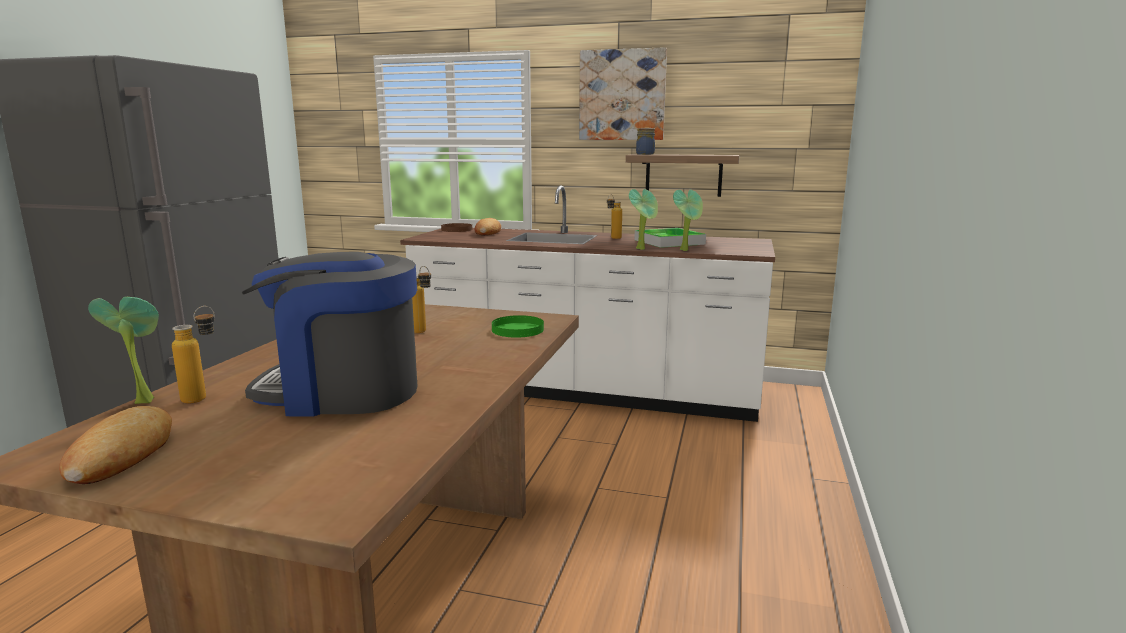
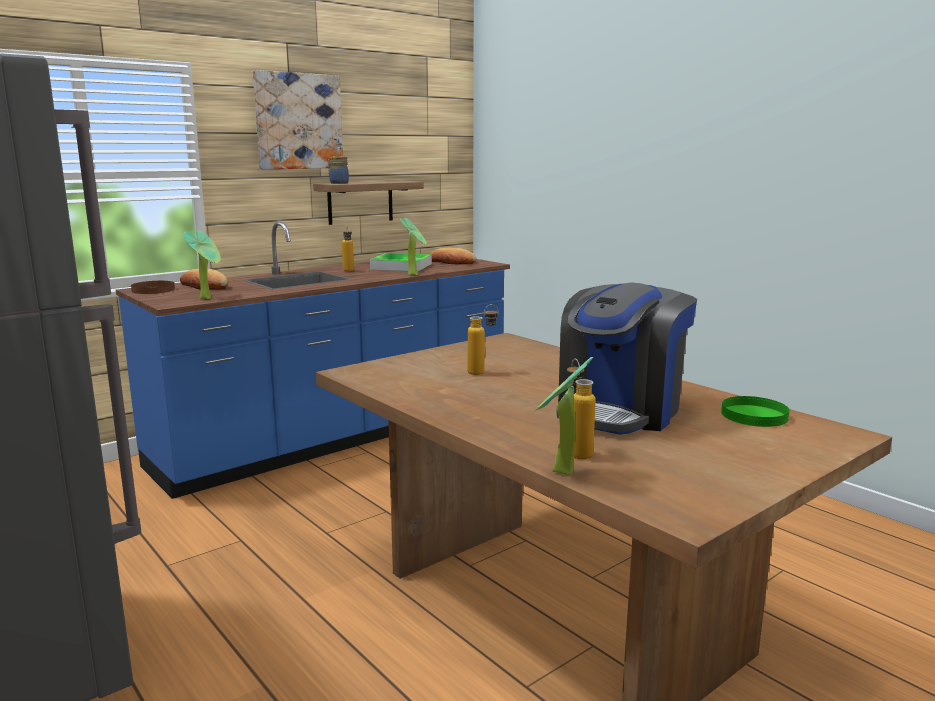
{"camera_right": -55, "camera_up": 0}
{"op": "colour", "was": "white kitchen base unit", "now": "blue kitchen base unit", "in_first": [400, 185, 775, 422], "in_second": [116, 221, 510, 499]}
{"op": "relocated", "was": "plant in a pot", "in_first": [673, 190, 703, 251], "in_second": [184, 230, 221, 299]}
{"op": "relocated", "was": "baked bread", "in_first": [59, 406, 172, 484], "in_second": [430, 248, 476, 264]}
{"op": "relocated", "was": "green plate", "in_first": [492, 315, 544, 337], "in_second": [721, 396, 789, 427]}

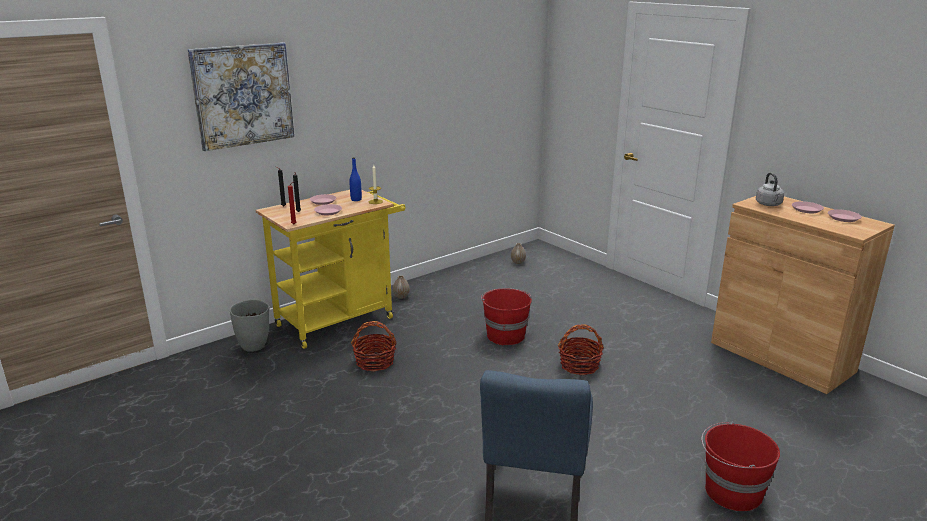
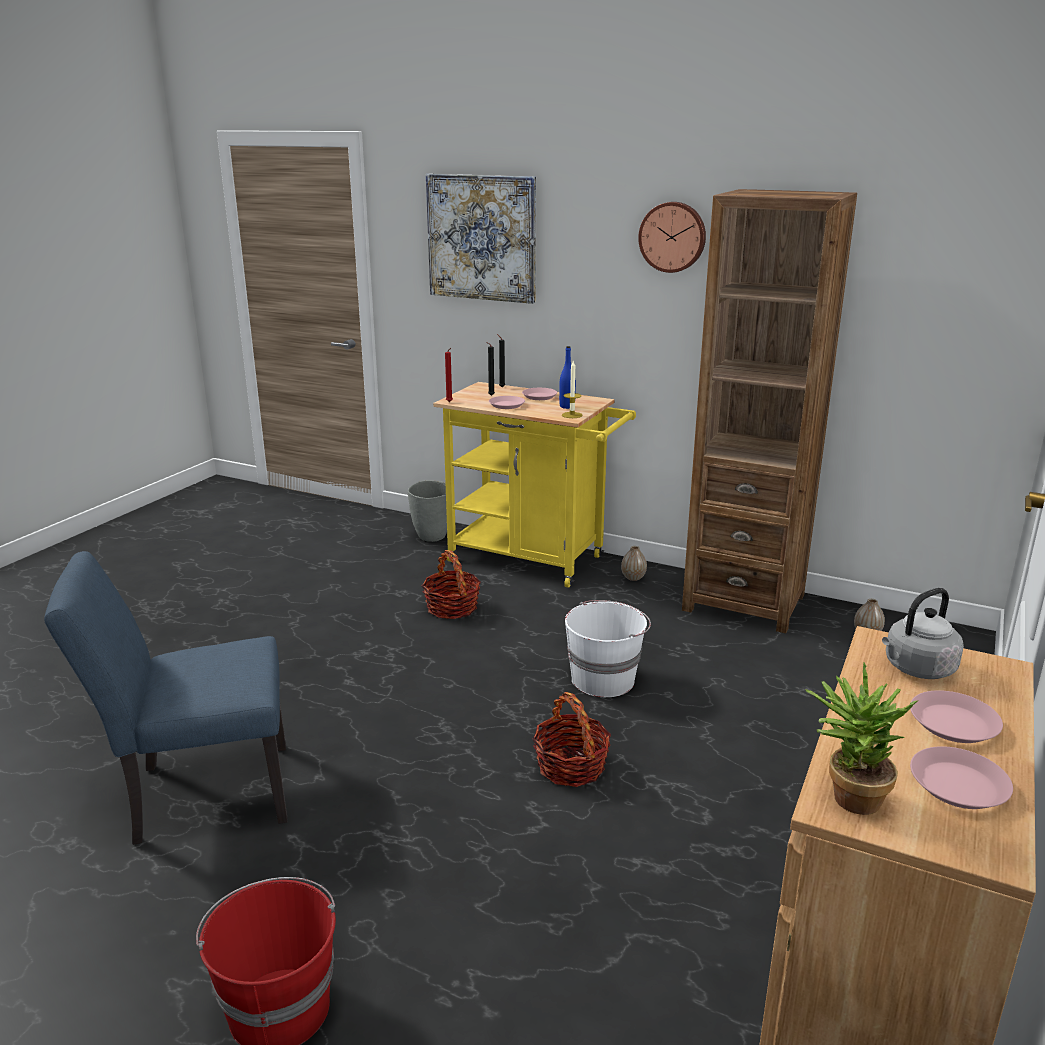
{"camera_right": 65, "camera_up": 0}
{"op": "colour", "was": "reddish water bucket", "now": "white water bucket", "in_first": [481, 288, 532, 345], "in_second": [565, 600, 651, 697]}
{"op": "appeared", "now": "wall clock", "in_second": [638, 202, 706, 273]}
{"op": "appeared", "now": "brown bookcase", "in_second": [682, 189, 857, 633]}
{"op": "appeared", "now": "plant in a pot", "in_second": [805, 663, 919, 815]}

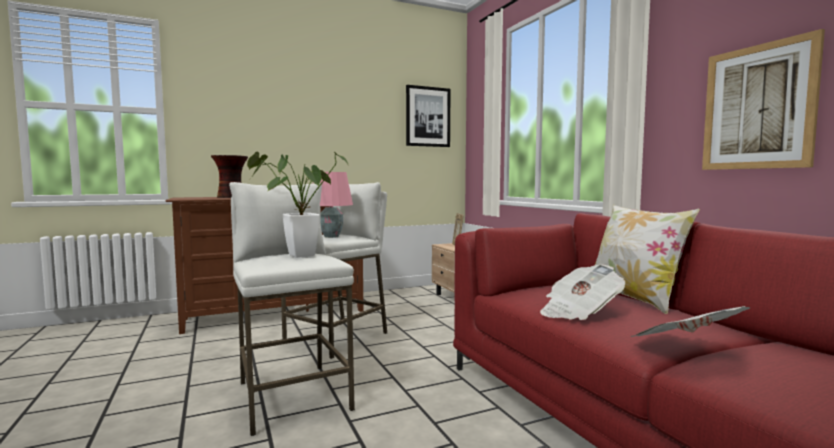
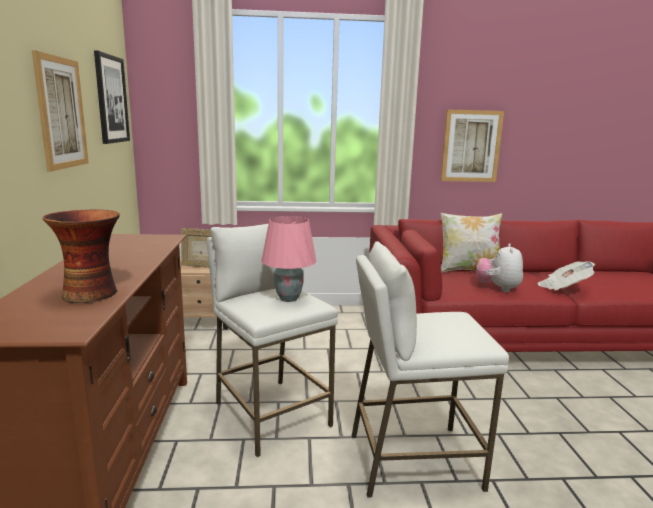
{"camera_right": -70, "camera_up": 10}
{"op": "appeared", "now": "wall picture", "in_second": [32, 50, 89, 172]}
{"op": "exchanged", "was": "printed paper", "now": "cuddly toy", "in_first": [540, 264, 625, 320], "in_second": [476, 243, 523, 292]}
{"op": "missing", "was": "plant in a pot", "in_first": [247, 151, 348, 258]}

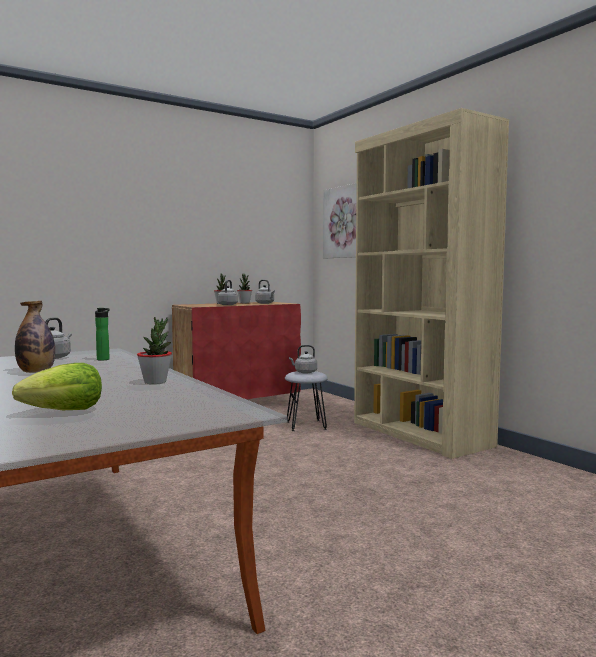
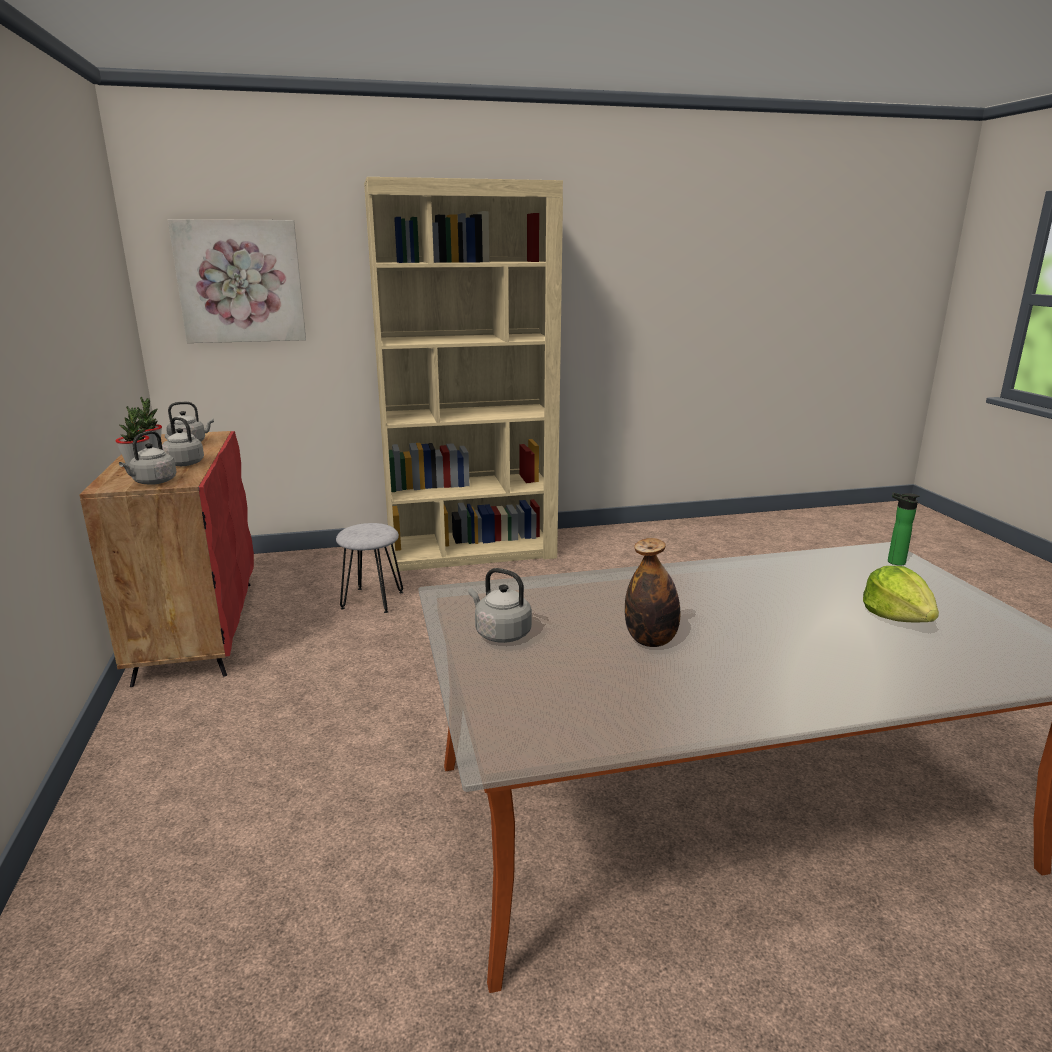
{"camera_right": -70, "camera_up": 15}
{"op": "relocated", "was": "gray kettle", "in_first": [289, 345, 317, 373], "in_second": [119, 431, 176, 485]}
{"op": "relocated", "was": "beverage bottle", "in_first": [95, 308, 110, 361], "in_second": [888, 493, 920, 566]}
{"op": "missing", "was": "plant in a pot", "in_first": [137, 317, 172, 384]}

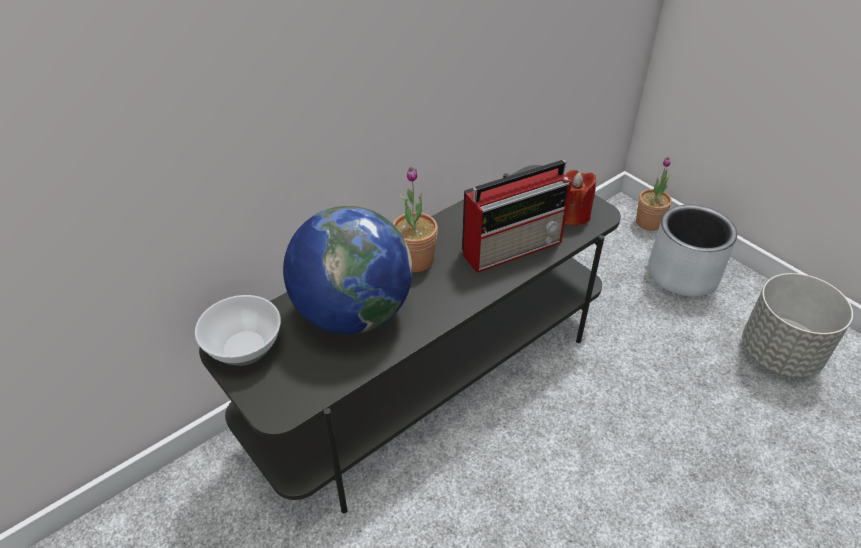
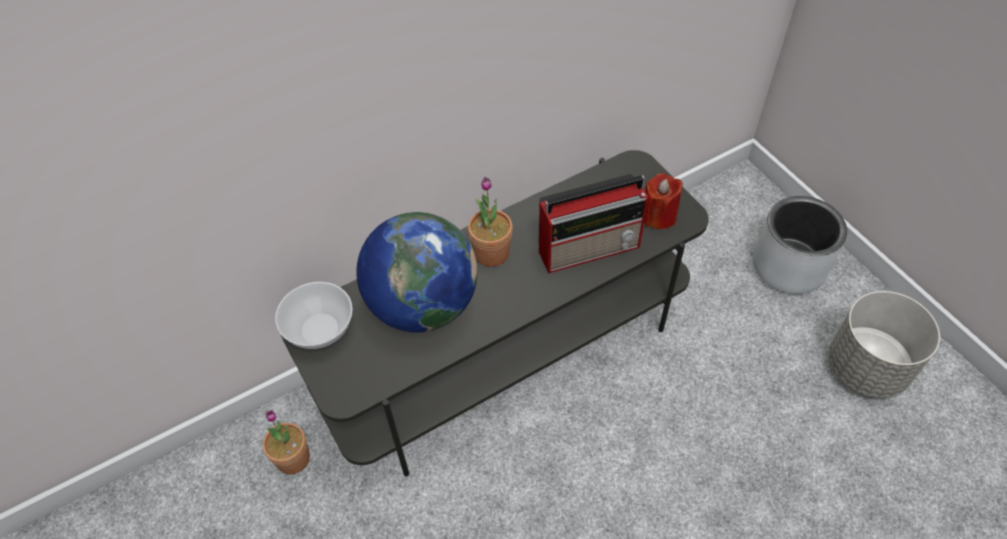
{"camera_right": 10, "camera_up": 10}
{"op": "relocated", "was": "plant in a pot", "in_first": [636, 157, 672, 231], "in_second": [263, 410, 310, 474]}

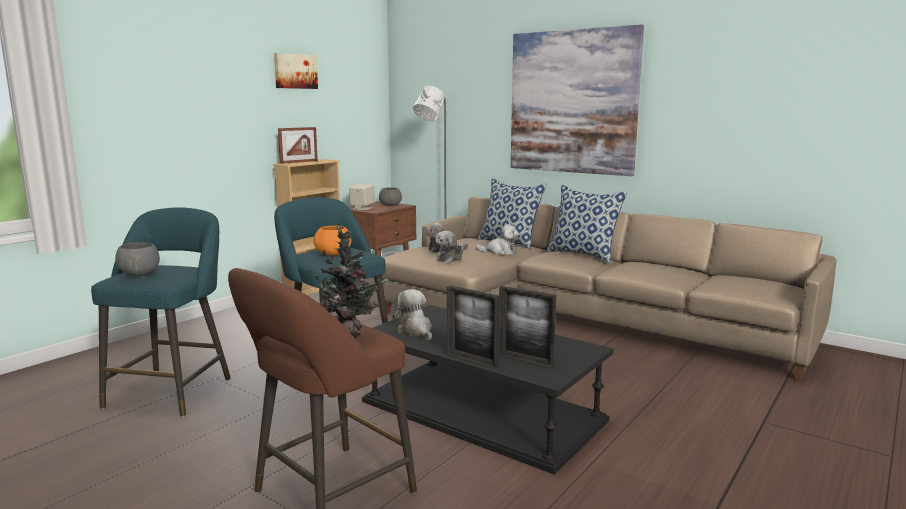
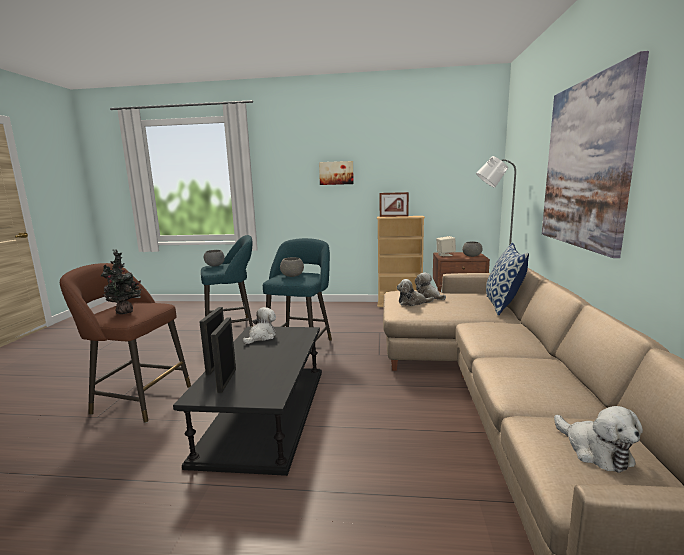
{"camera_right": 60, "camera_up": 0}
{"op": "colour", "was": "orangey bowl", "now": "gray bowl", "in_first": [313, 226, 352, 255], "in_second": [280, 257, 304, 277]}
{"op": "relocated", "was": "wall picture", "in_first": [274, 53, 318, 89], "in_second": [319, 161, 354, 185]}
{"op": "relocated", "was": "cuddly toy", "in_first": [476, 224, 519, 255], "in_second": [554, 406, 643, 473]}
{"op": "missing", "was": "throw pillow", "in_first": [547, 185, 627, 263]}

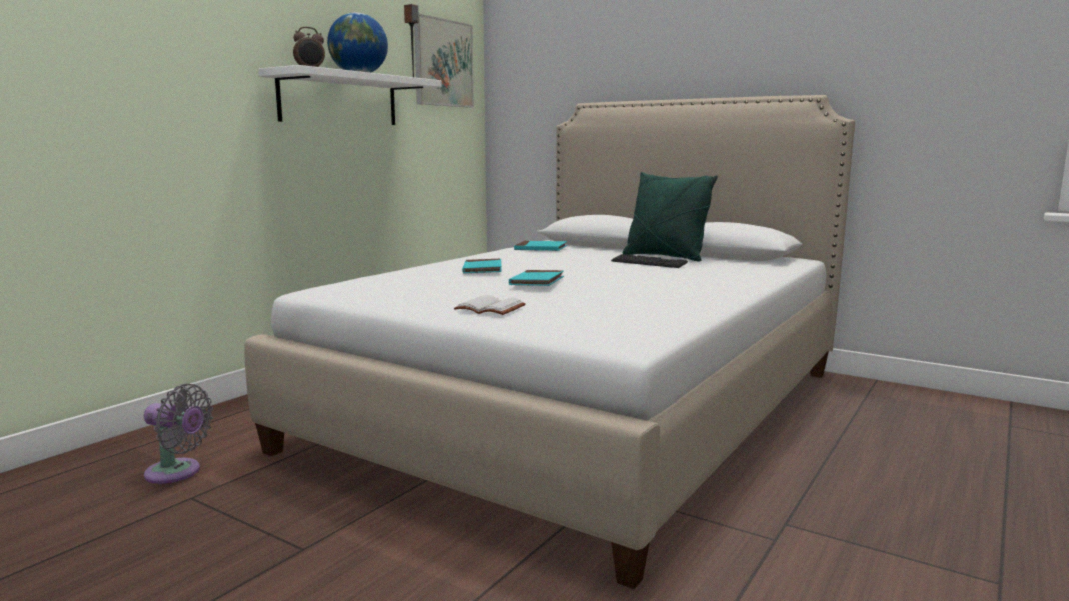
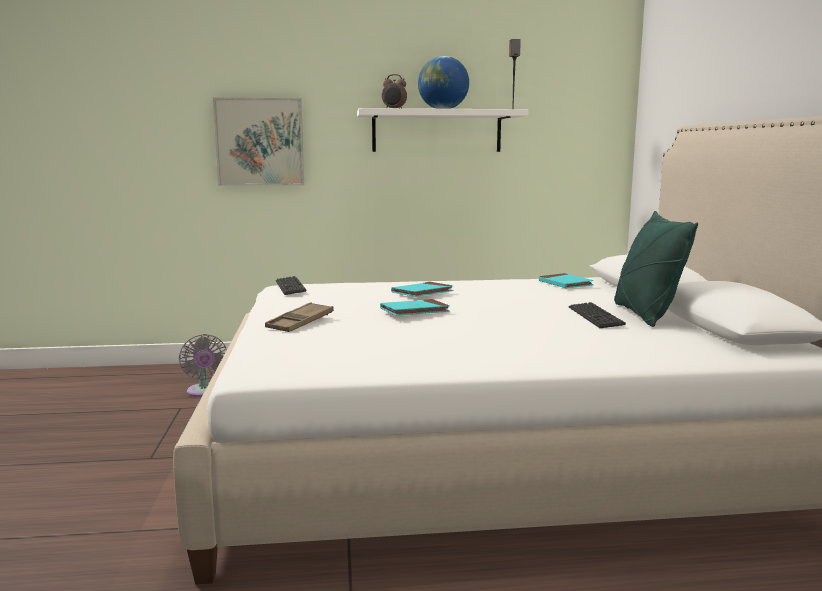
{"camera_right": 50, "camera_up": 0}
{"op": "relocated", "was": "wall picture", "in_first": [414, 13, 474, 108], "in_second": [213, 98, 304, 186]}
{"op": "exchanged", "was": "white bound book", "now": "brown serving tray", "in_first": [454, 295, 526, 315], "in_second": [265, 302, 334, 332]}
{"op": "appeared", "now": "computer keyboard", "in_second": [276, 276, 306, 295]}

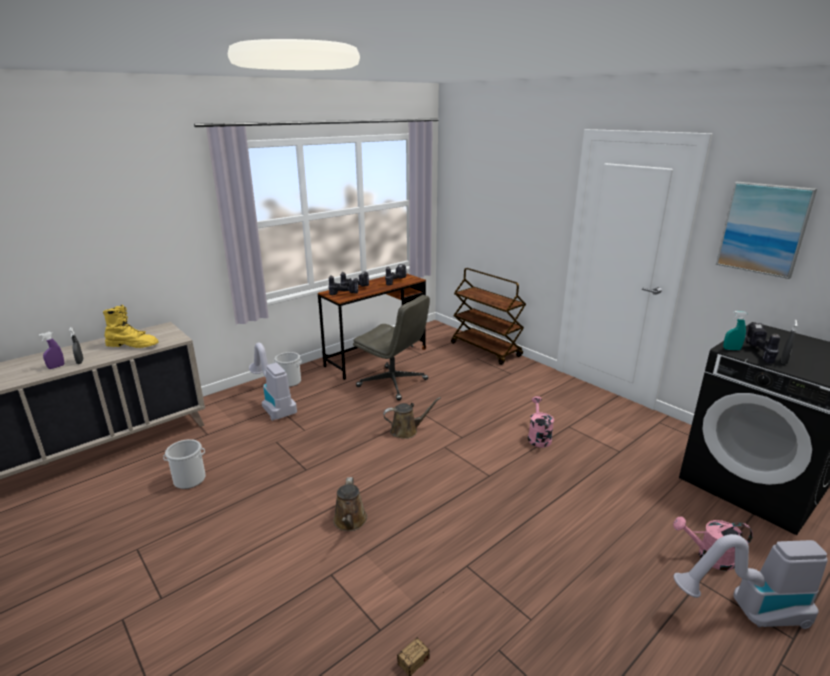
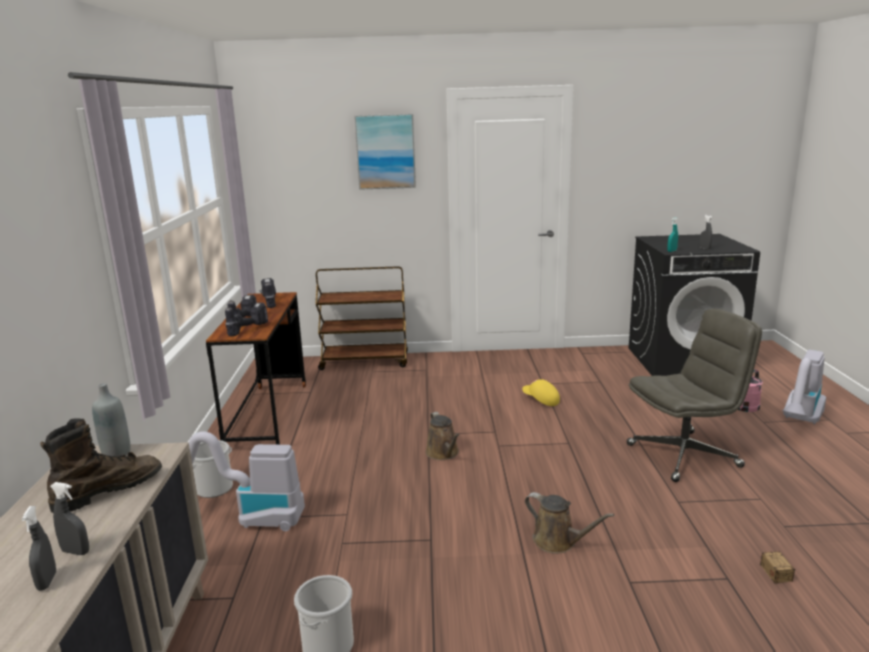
{"camera_right": -50, "camera_up": -5}
{"op": "colour", "was": "purple spray bottle", "now": "gray spray bottle", "in_first": [39, 332, 64, 369], "in_second": [22, 506, 56, 591]}
{"op": "colour", "was": "yellow-coloured high-top boot", "now": "brown high-top boot", "in_first": [103, 305, 159, 348], "in_second": [40, 418, 162, 513]}
{"op": "appeared", "now": "gray beverage bottle", "in_second": [92, 383, 131, 457]}
{"op": "relocated", "was": "wall picture", "in_first": [716, 182, 817, 279], "in_second": [354, 114, 416, 190]}
{"op": "spun", "was": "brown sprinkling can", "in_first": [383, 397, 441, 439], "in_second": [426, 412, 459, 460], "clockwise": 135}
{"op": "exchanged", "was": "pinkish sprinkling can", "now": "yellow-coloured cap", "in_first": [528, 396, 554, 448], "in_second": [522, 379, 560, 406]}
{"op": "relocated", "was": "gray desk chair", "in_first": [353, 295, 430, 401], "in_second": [627, 309, 762, 482]}
{"op": "missing", "was": "electric drill", "in_first": [745, 323, 780, 363]}

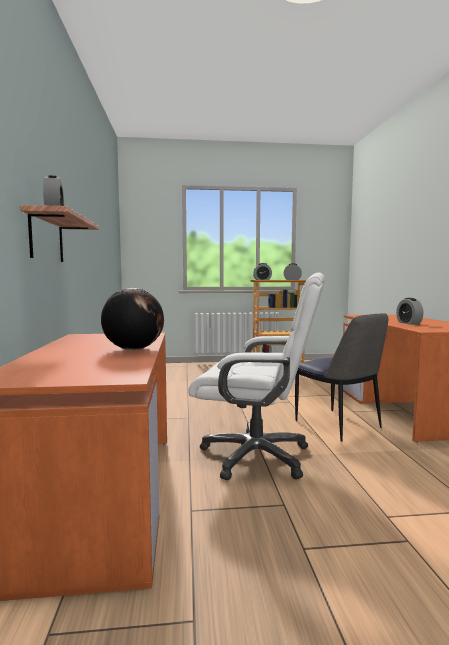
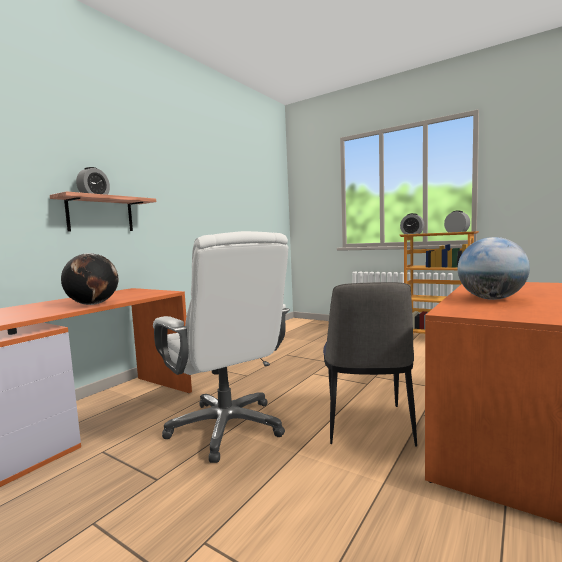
{"camera_right": 40, "camera_up": 0}
{"op": "exchanged", "was": "alarm clock", "now": "world globe", "in_first": [396, 298, 424, 325], "in_second": [458, 237, 530, 300]}

